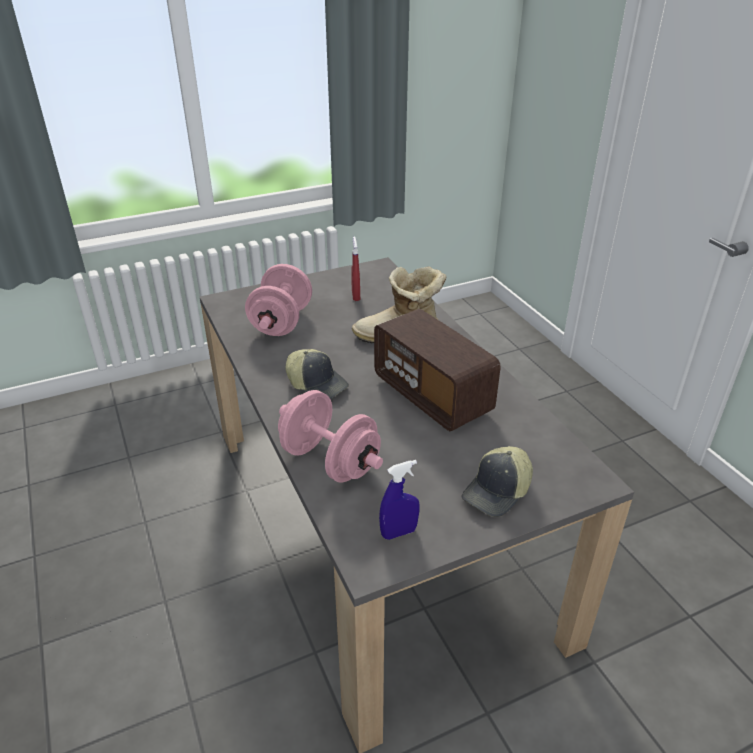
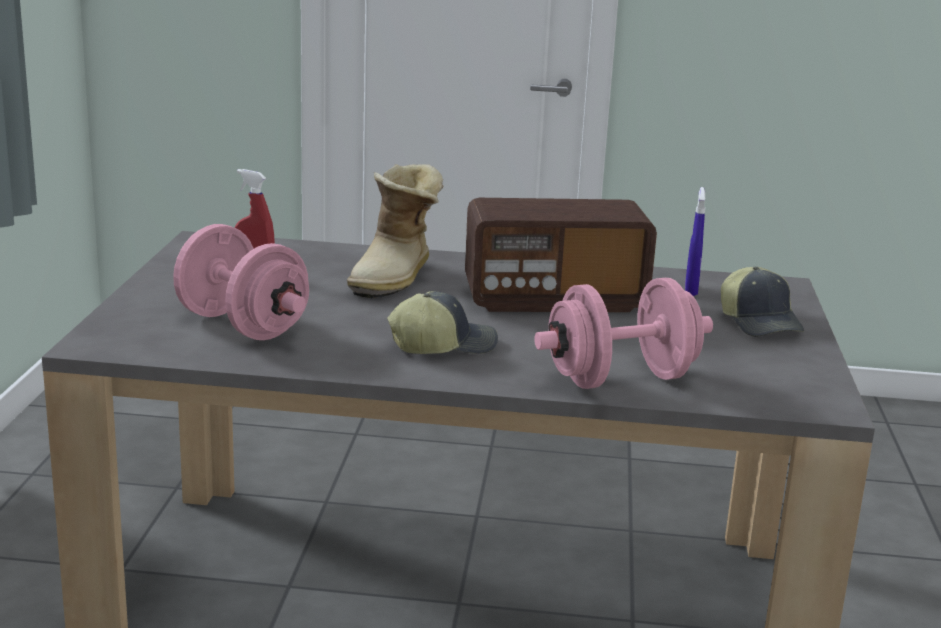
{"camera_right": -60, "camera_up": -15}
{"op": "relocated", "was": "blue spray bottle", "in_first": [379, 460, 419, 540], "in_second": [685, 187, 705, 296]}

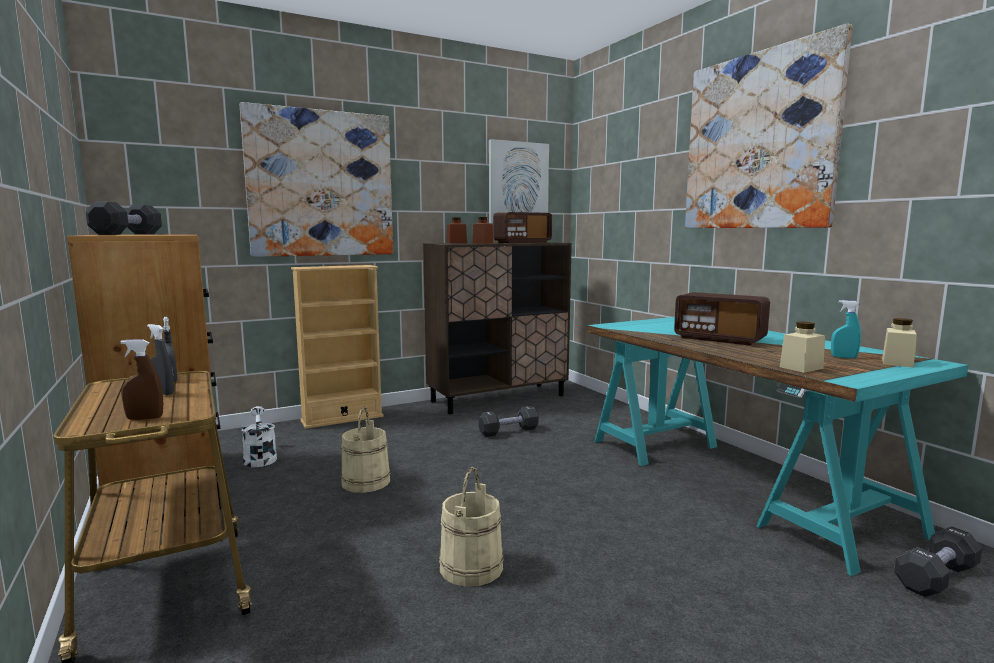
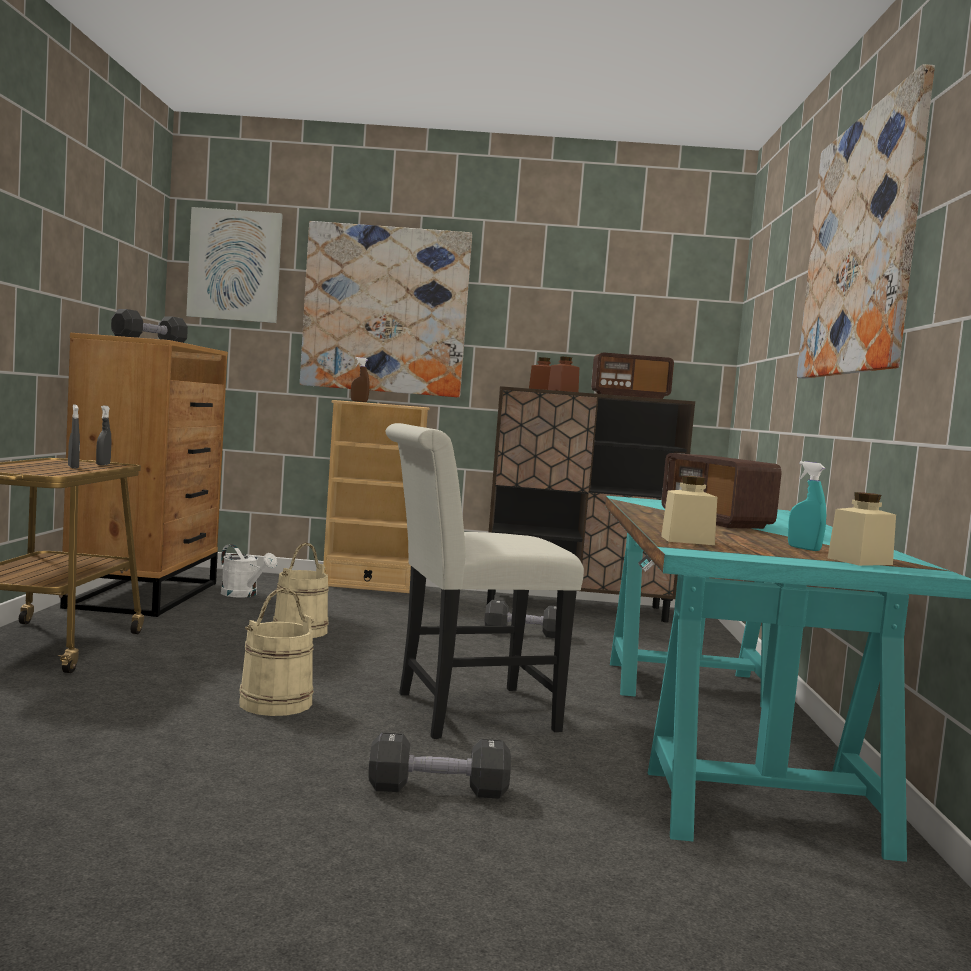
{"camera_right": 30, "camera_up": -5}
{"op": "relocated", "was": "wall picture", "in_first": [489, 139, 549, 223], "in_second": [186, 207, 283, 323]}
{"op": "spun", "was": "white sprinkling can", "in_first": [242, 406, 277, 467], "in_second": [221, 544, 277, 598], "clockwise": 120}
{"op": "relocated", "was": "brown spray bottle", "in_first": [120, 339, 163, 420], "in_second": [351, 357, 370, 402]}
{"op": "relocated", "was": "blackish hand weight", "in_first": [894, 526, 982, 597], "in_second": [368, 732, 511, 799]}
{"op": "appeared", "now": "white plain chair", "in_second": [386, 423, 584, 739]}

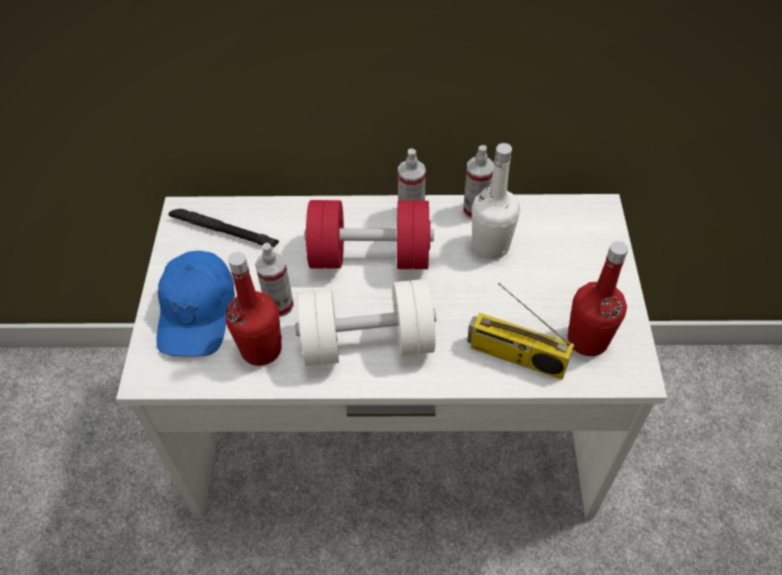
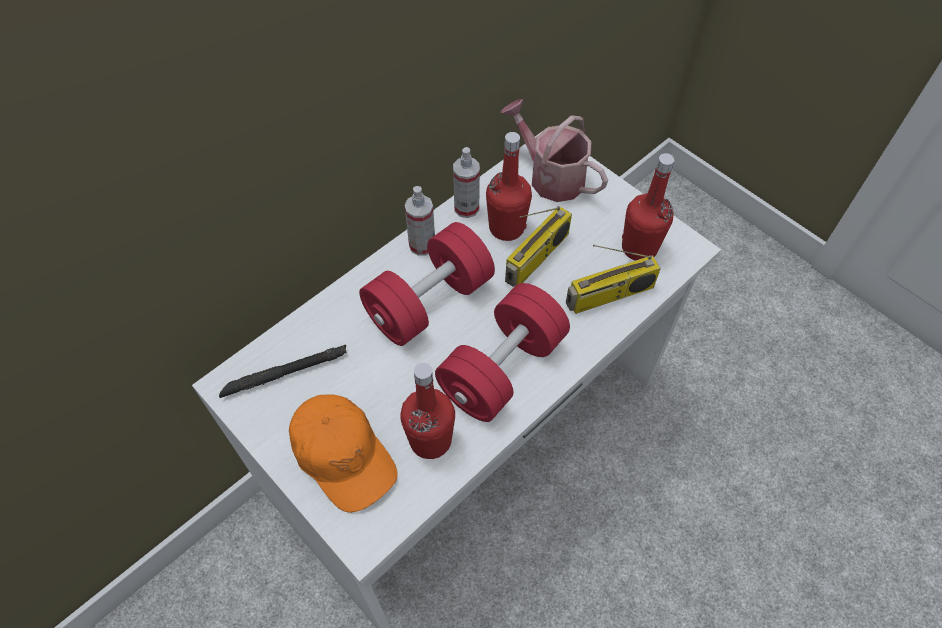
{"camera_right": -45, "camera_up": 5}
{"op": "colour", "was": "blue cap", "now": "orangey cap", "in_first": [156, 251, 235, 356], "in_second": [289, 394, 398, 513]}
{"op": "colour", "was": "white hand weight", "now": "reddish hand weight", "in_first": [295, 279, 436, 366], "in_second": [435, 283, 570, 422]}
{"op": "colour", "was": "white beverage bottle", "now": "reddish beverage bottle", "in_first": [472, 143, 520, 259], "in_second": [486, 132, 532, 241]}
{"op": "appeared", "now": "sprinkling can", "in_second": [500, 99, 608, 202]}
{"op": "appeared", "now": "radio", "in_second": [505, 206, 572, 287]}
{"op": "missing", "was": "spray bottle", "in_first": [255, 243, 294, 317]}

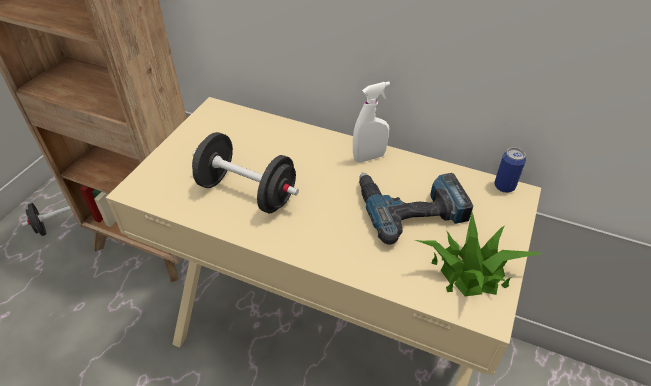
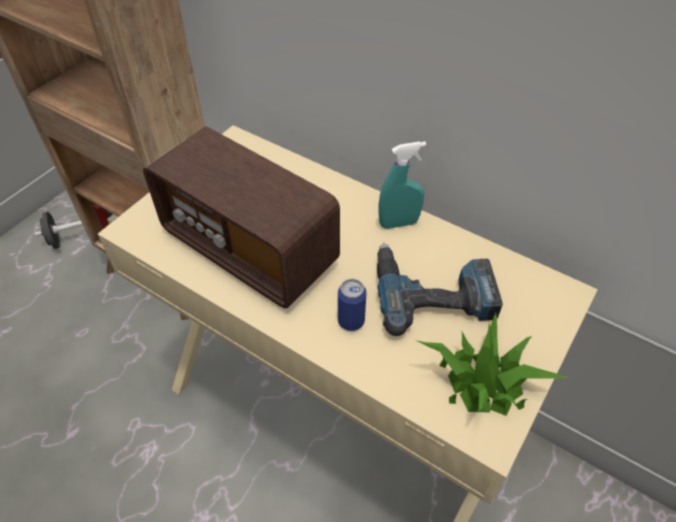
{"camera_right": 10, "camera_up": 5}
{"op": "exchanged", "was": "blackish hand weight", "now": "radio", "in_first": [192, 132, 299, 214], "in_second": [143, 127, 340, 308]}
{"op": "relocated", "was": "metal can", "in_first": [494, 147, 526, 193], "in_second": [338, 279, 366, 331]}
{"op": "colour", "was": "white spray bottle", "now": "turquoise spray bottle", "in_first": [353, 81, 390, 163], "in_second": [379, 141, 426, 229]}

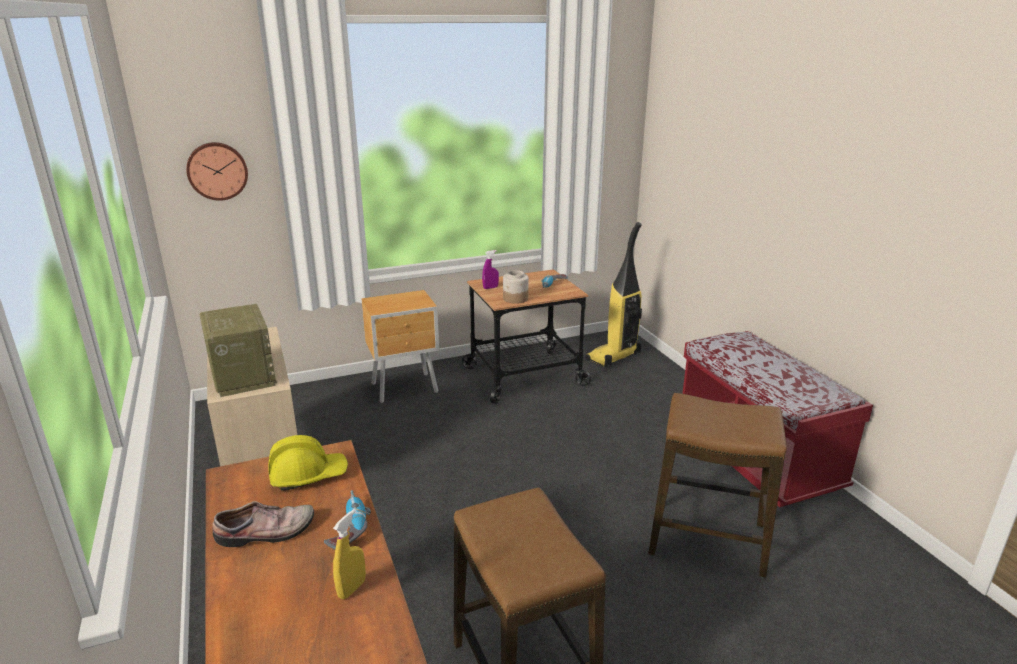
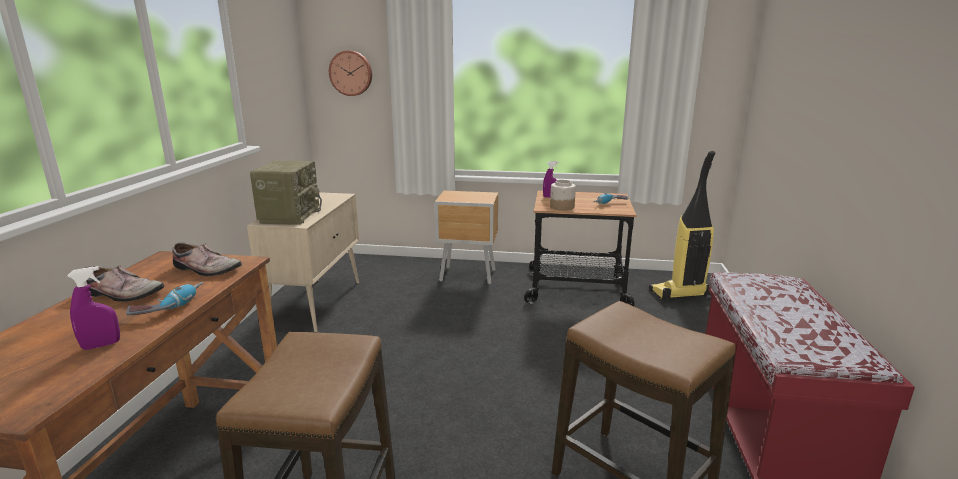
{"camera_right": 30, "camera_up": -5}
{"op": "colour", "was": "yellow-coloured spray bottle", "now": "purple spray bottle", "in_first": [333, 510, 366, 599], "in_second": [68, 266, 120, 350]}
{"op": "exchanged", "was": "yellow-coloured hard hat", "now": "item of footwear", "in_first": [268, 435, 348, 491], "in_second": [172, 243, 242, 276]}

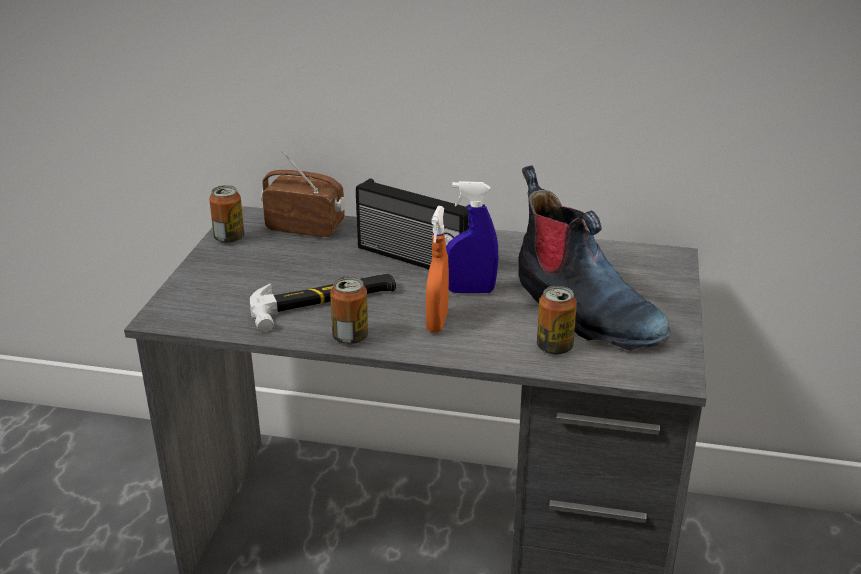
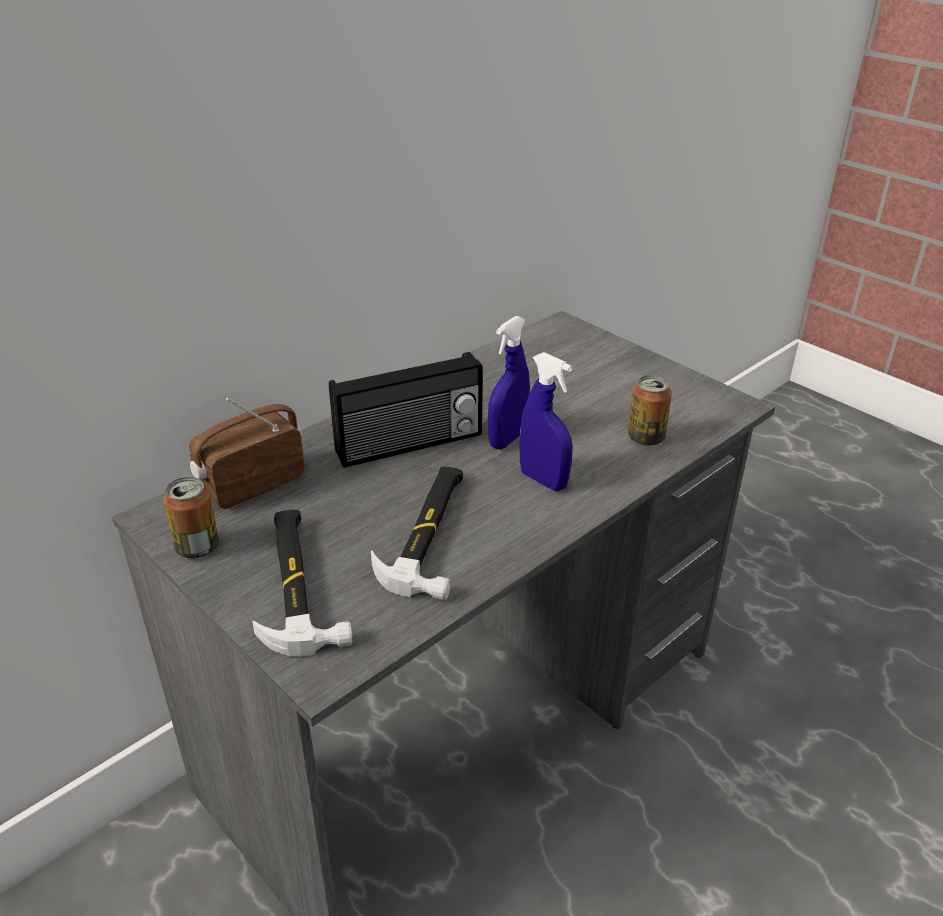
{"camera_right": -55, "camera_up": 5}
{"op": "appeared", "now": "hand hammer", "in_second": [252, 509, 353, 656]}
{"op": "colour", "was": "orangey spray bottle", "now": "blue spray bottle", "in_first": [426, 206, 449, 333], "in_second": [519, 352, 572, 491]}
{"op": "missing", "was": "metal can", "in_first": [330, 276, 368, 345]}
{"op": "missing", "was": "high-top boot", "in_first": [518, 166, 671, 351]}

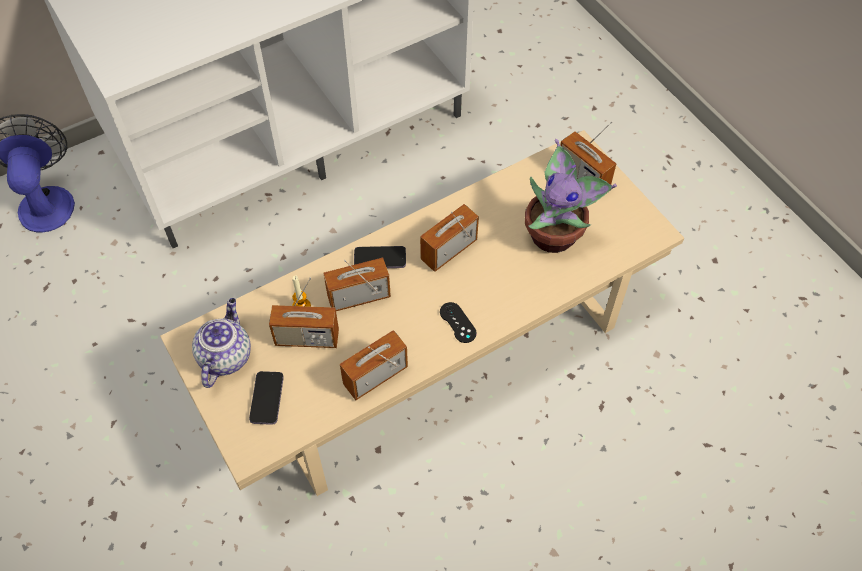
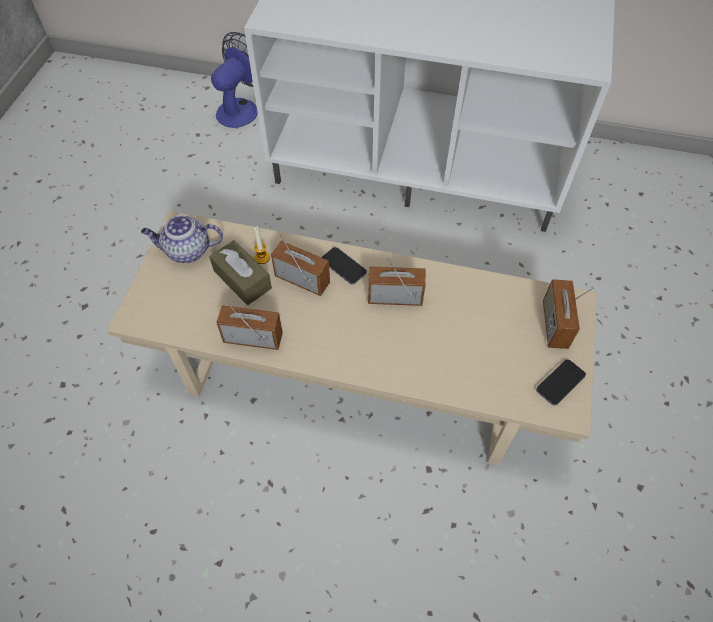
{"camera_right": 45, "camera_up": 0}
{"op": "spun", "was": "tea pot", "in_first": [192, 298, 251, 388], "in_second": [141, 215, 223, 263], "clockwise": -150}
{"op": "exchanged", "was": "radio", "now": "brown box of tissues", "in_first": [269, 277, 339, 348], "in_second": [209, 240, 272, 305]}
{"op": "relocated", "was": "phone", "in_first": [249, 371, 284, 425], "in_second": [536, 359, 586, 406]}
{"op": "missing", "was": "blackish joypad", "in_first": [440, 302, 477, 343]}
{"op": "missing", "was": "plant in a pot", "in_first": [525, 139, 617, 253]}

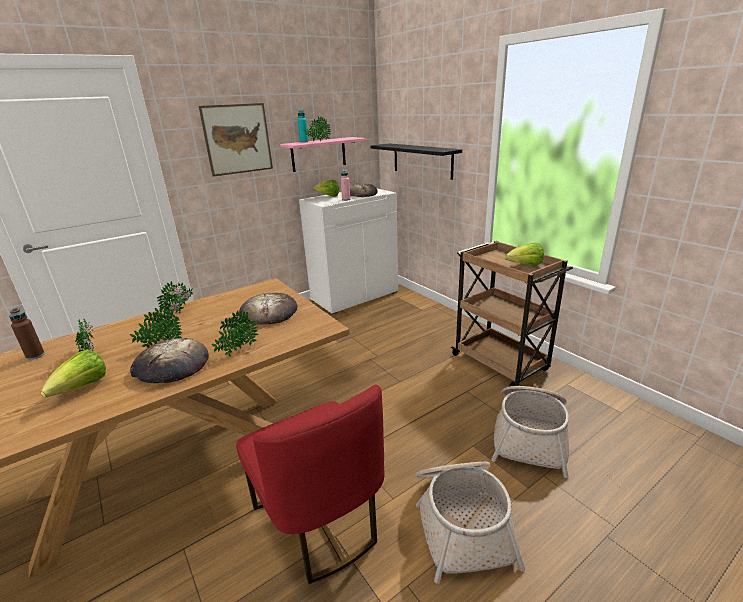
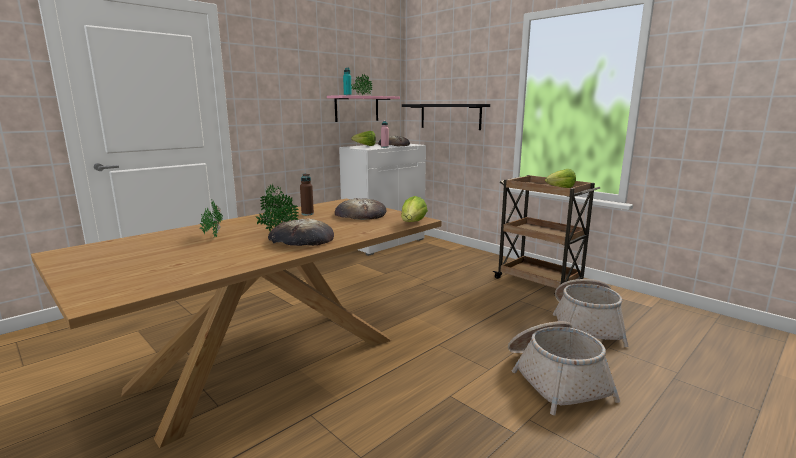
{"camera_right": -10, "camera_up": -10}
{"op": "relocated", "was": "brown beverage bottle", "in_first": [9, 308, 45, 360], "in_second": [300, 174, 314, 216]}
{"op": "relocated", "was": "lettuce head", "in_first": [40, 349, 106, 398], "in_second": [401, 196, 428, 222]}
{"op": "missing", "was": "wall picture", "in_first": [198, 103, 273, 177]}
{"op": "missing", "was": "plant in a pot", "in_first": [212, 311, 258, 357]}
{"op": "missing", "was": "reddish plain chair", "in_first": [236, 384, 384, 584]}

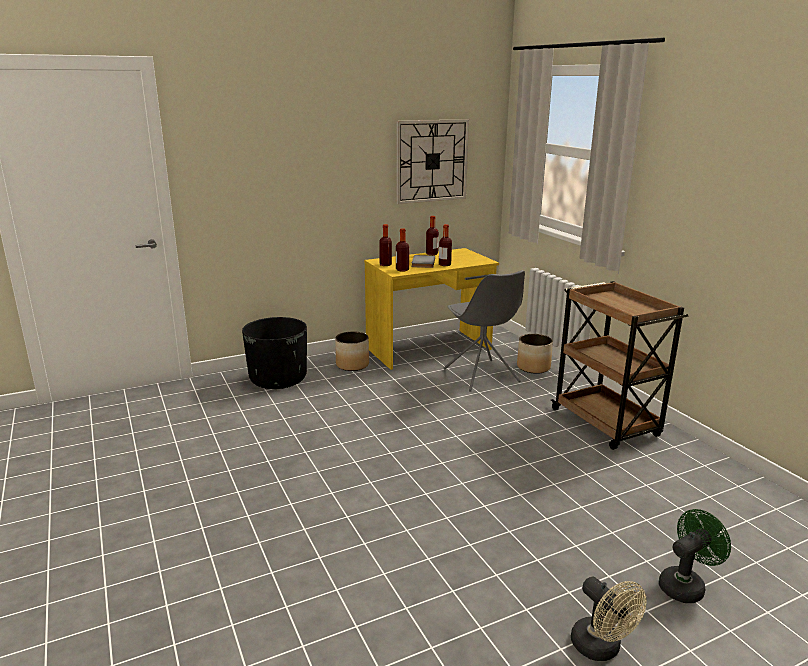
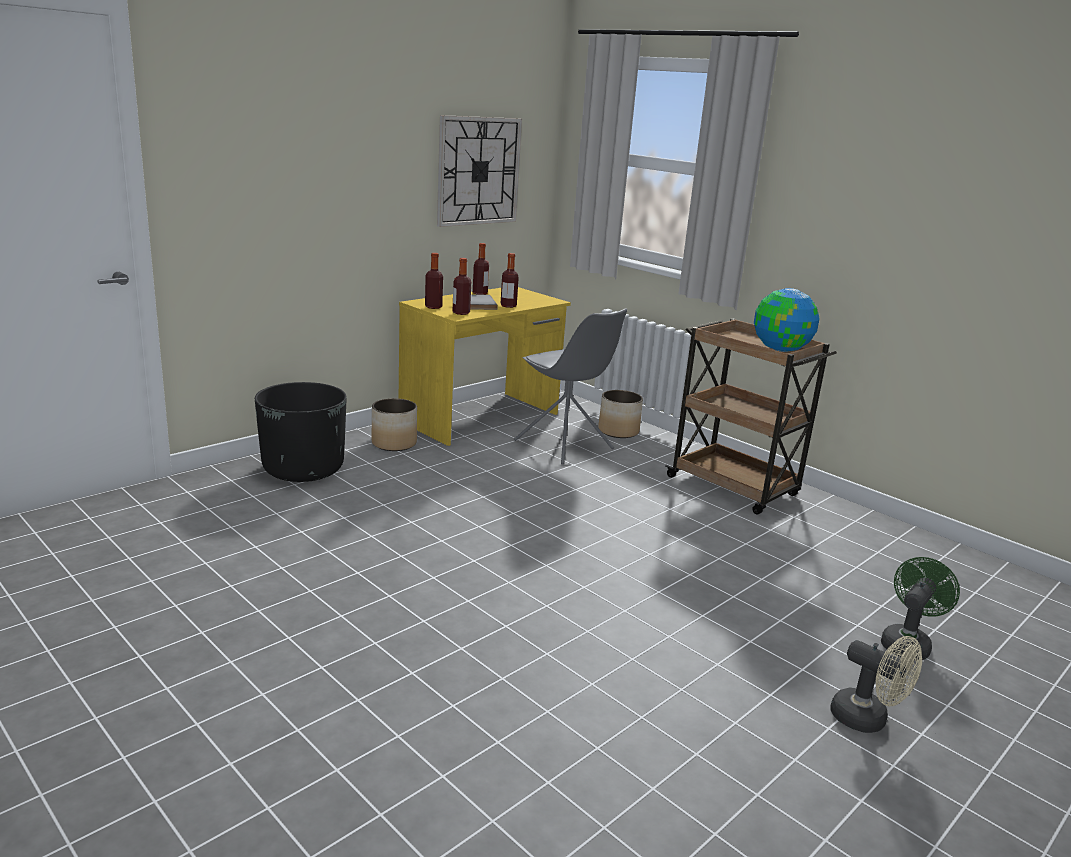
{"camera_right": -20, "camera_up": 0}
{"op": "appeared", "now": "world globe", "in_second": [754, 288, 820, 352]}

